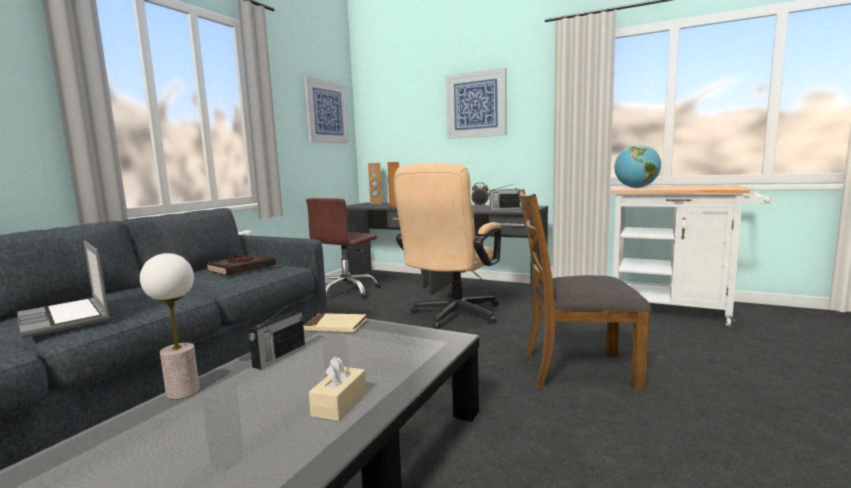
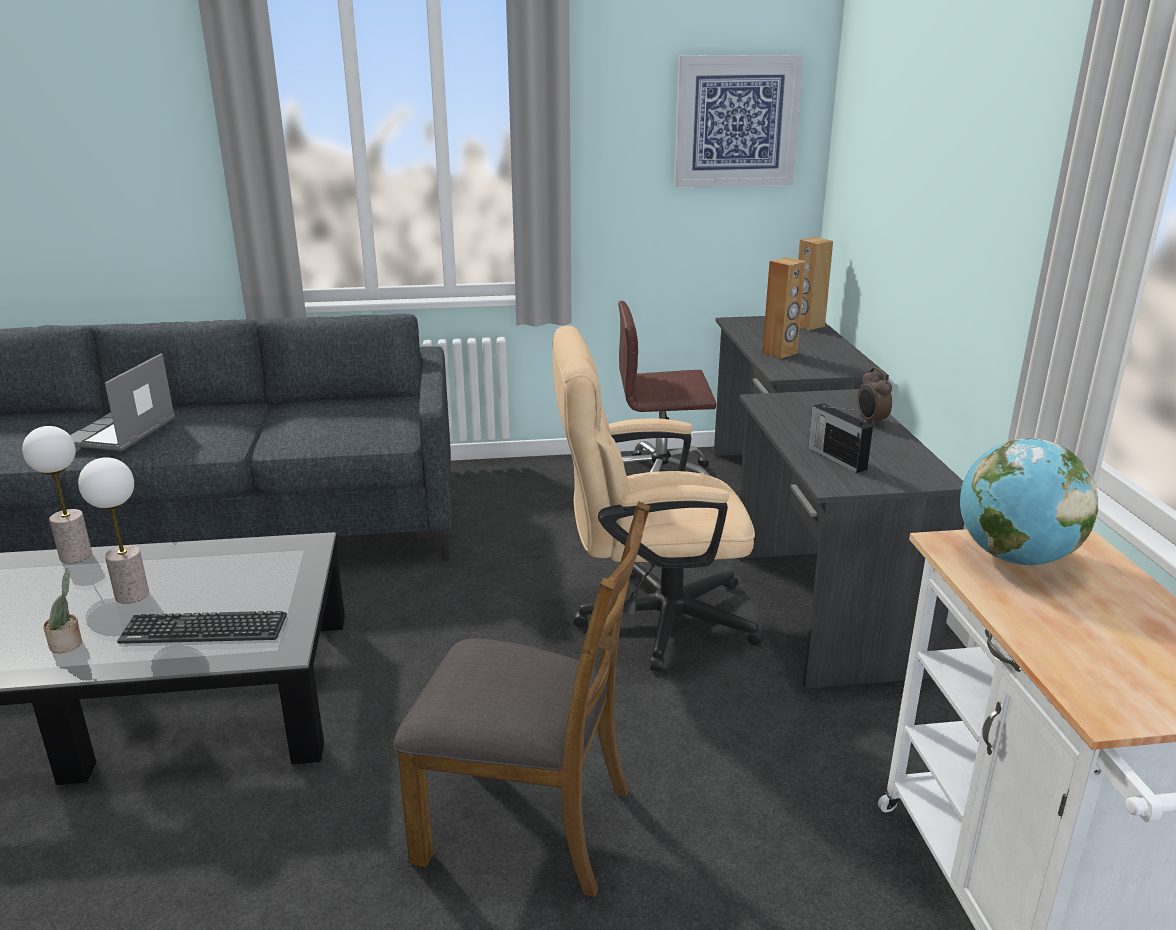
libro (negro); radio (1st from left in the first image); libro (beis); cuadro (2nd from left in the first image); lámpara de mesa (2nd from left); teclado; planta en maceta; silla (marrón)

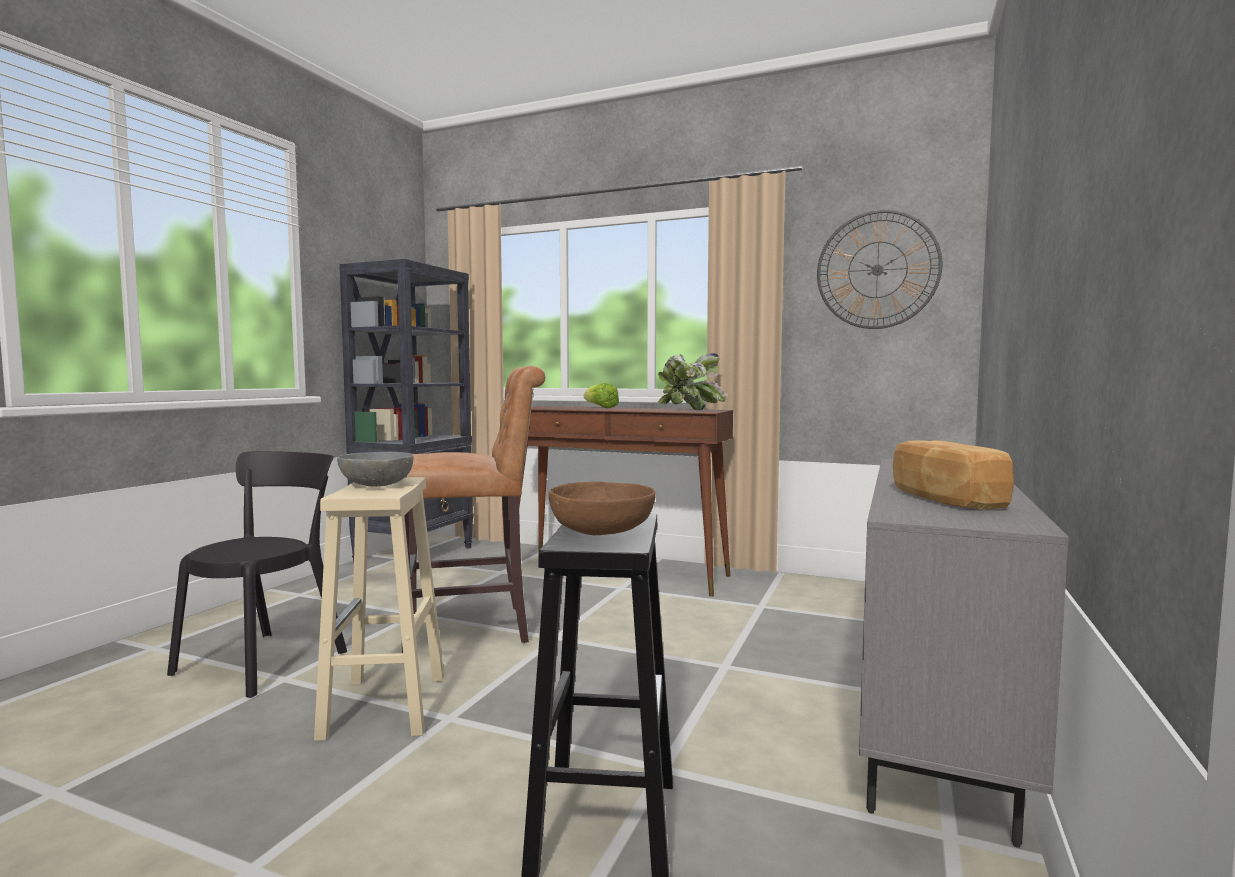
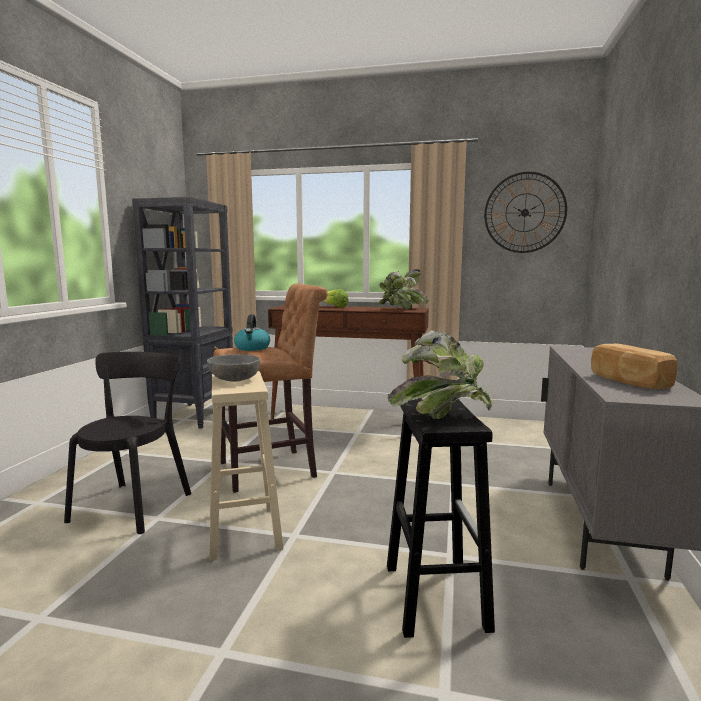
hervidor; planta en maceta (2nd from left)

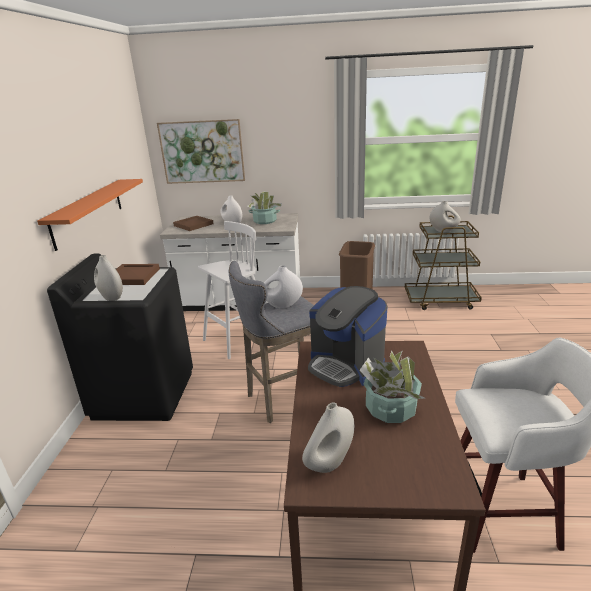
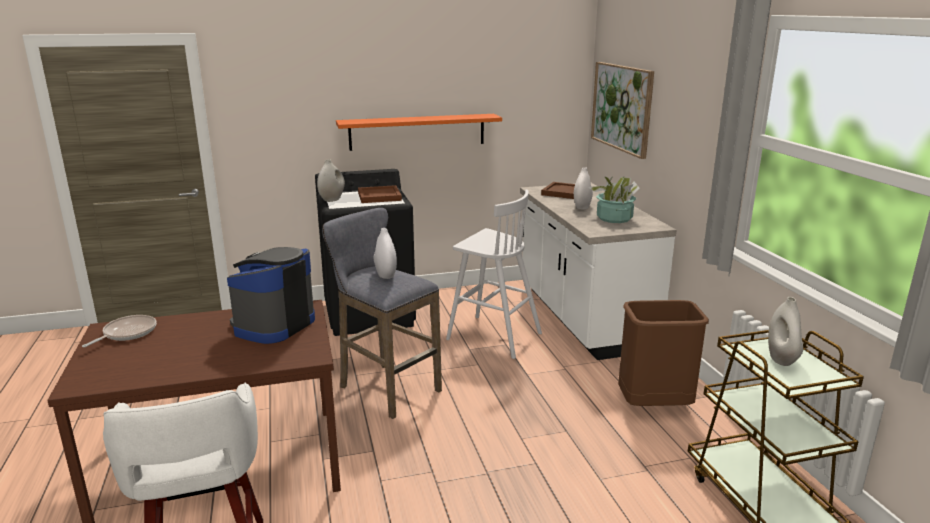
planta en maceta (2nd from left in the first image); sartén

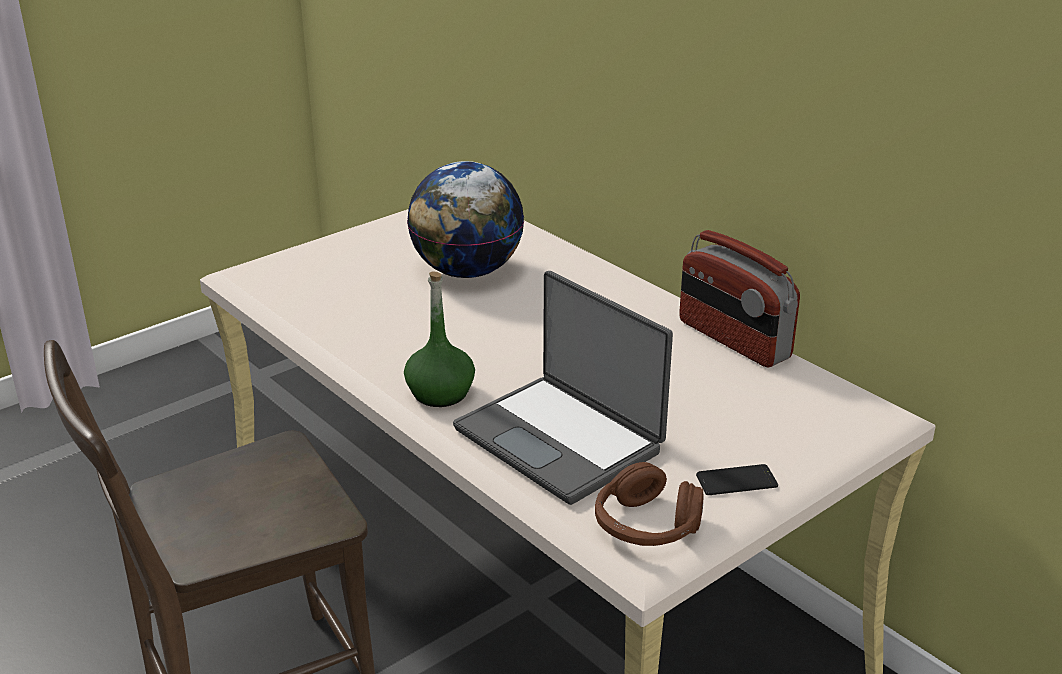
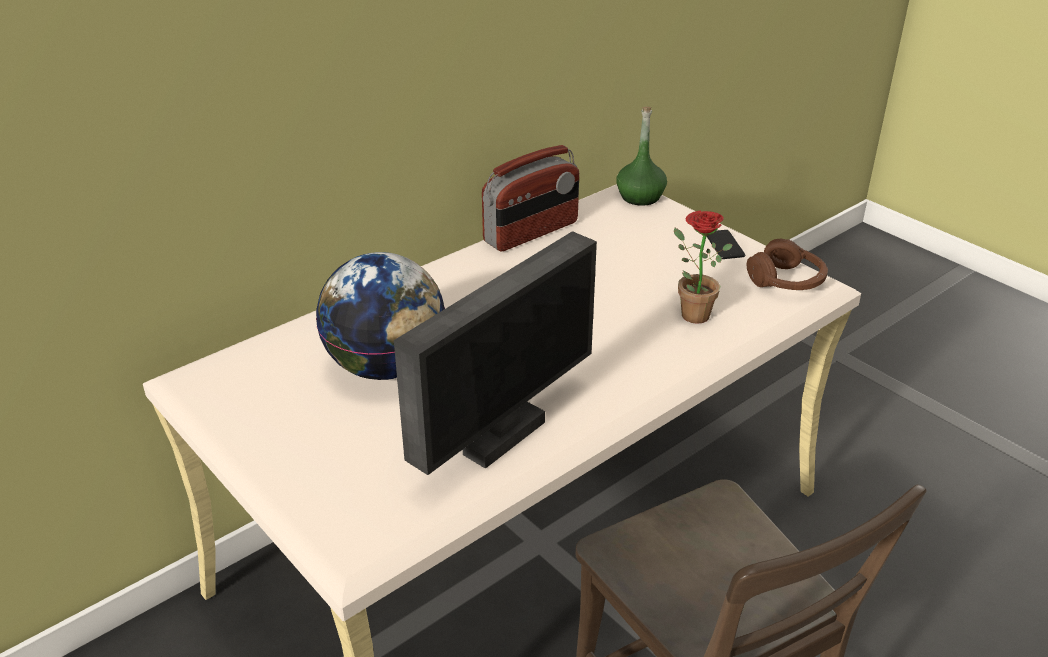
monitor; botella (verde); planta en maceta

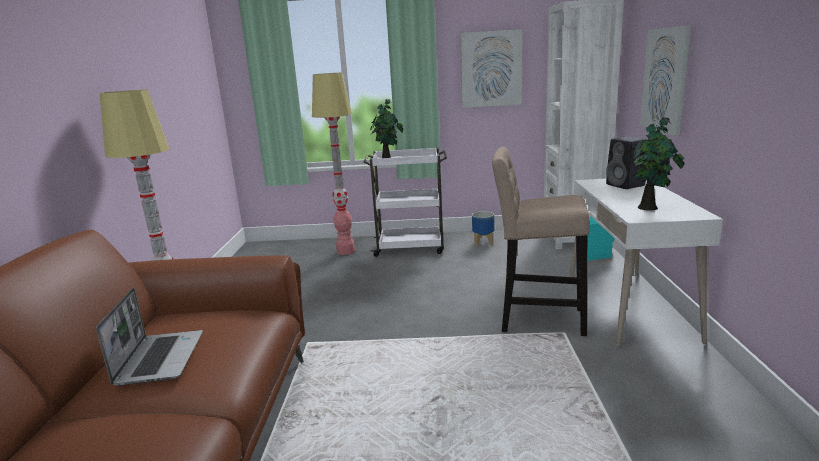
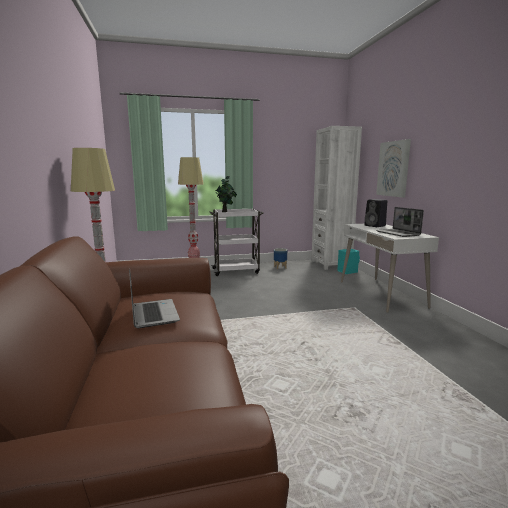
cuadro (1st from left in the first image); taburete (beis); portátil (2nd from left)

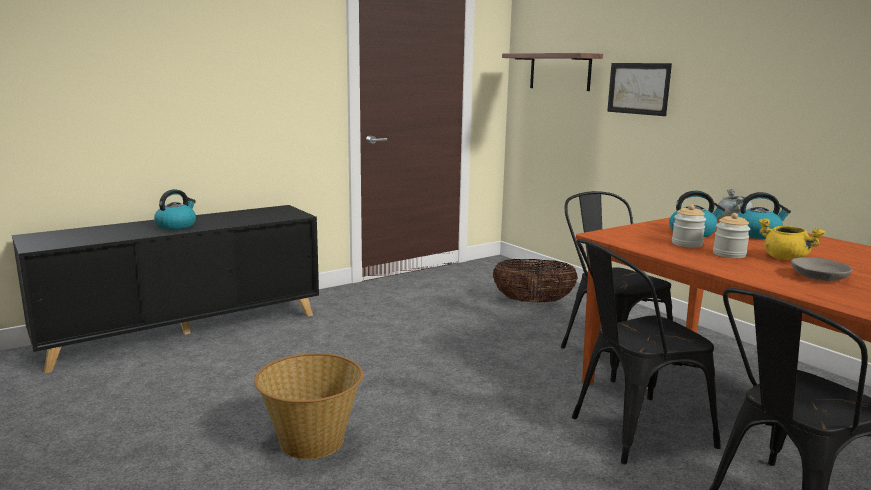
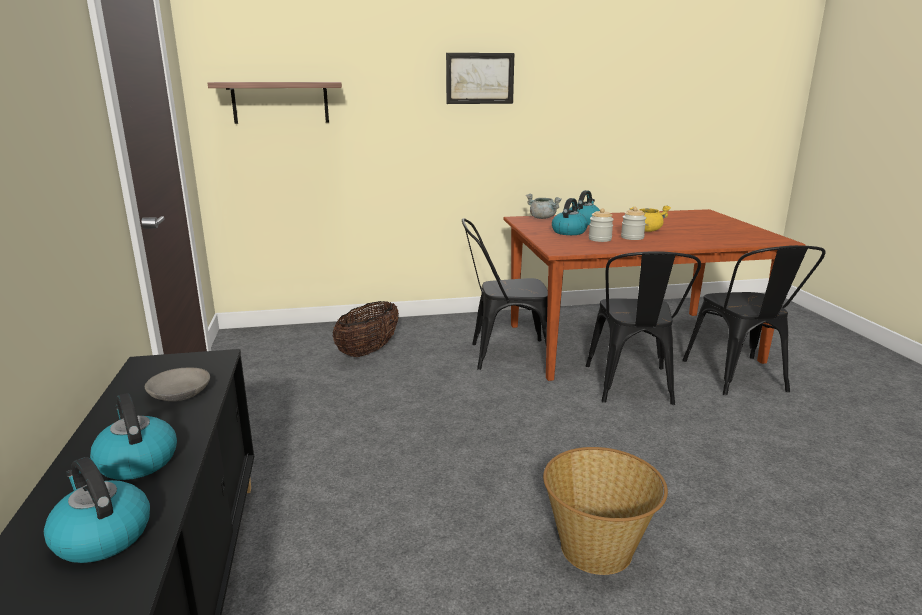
hervidor (1st from left); cuadro; cuenco (gris)

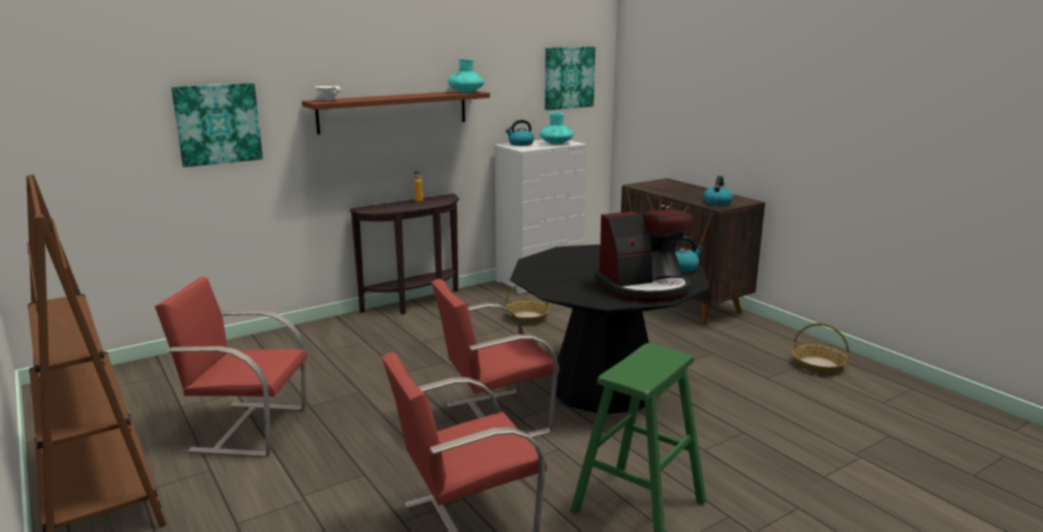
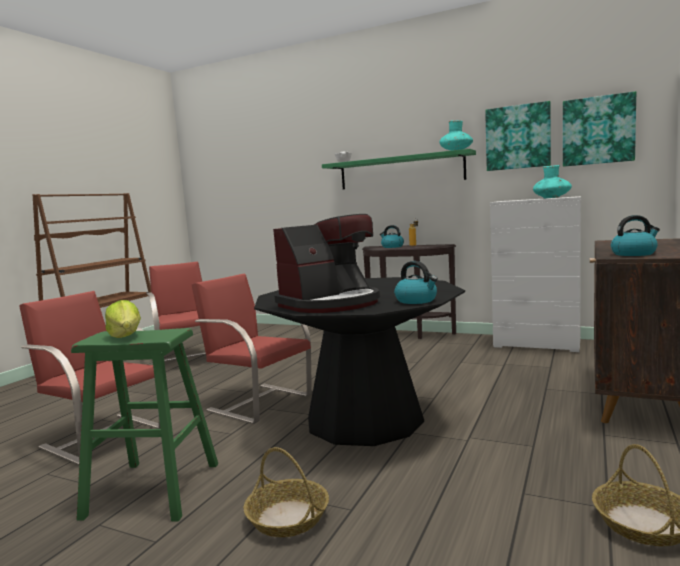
lechuga; cuadro (1st from left); cesta (1st from left); hervidor (1st from left); estante (verde); cafetera

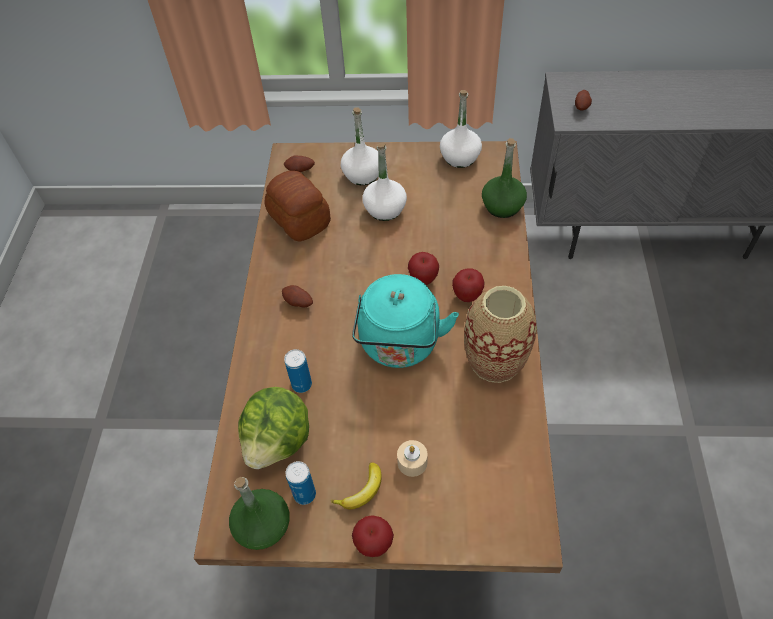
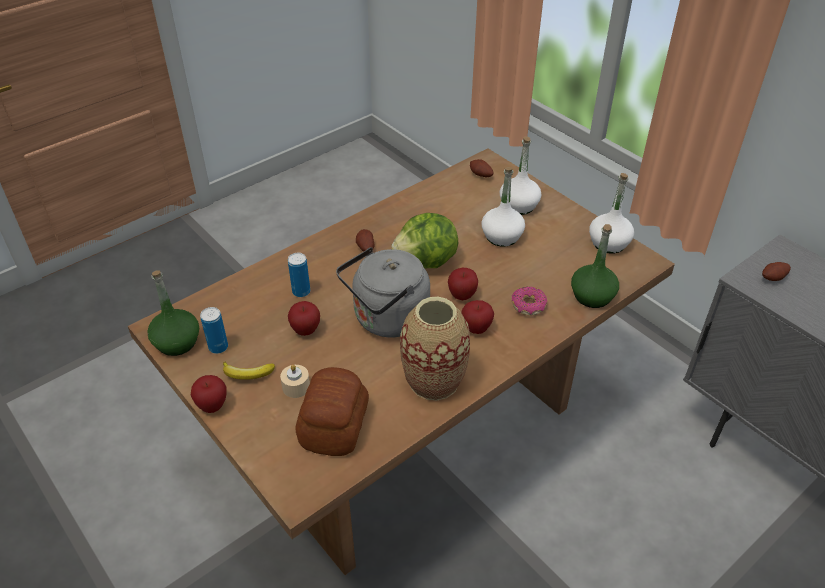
manzana (2nd from left); rosquilla; lechuga; pan; hervidor (gris)

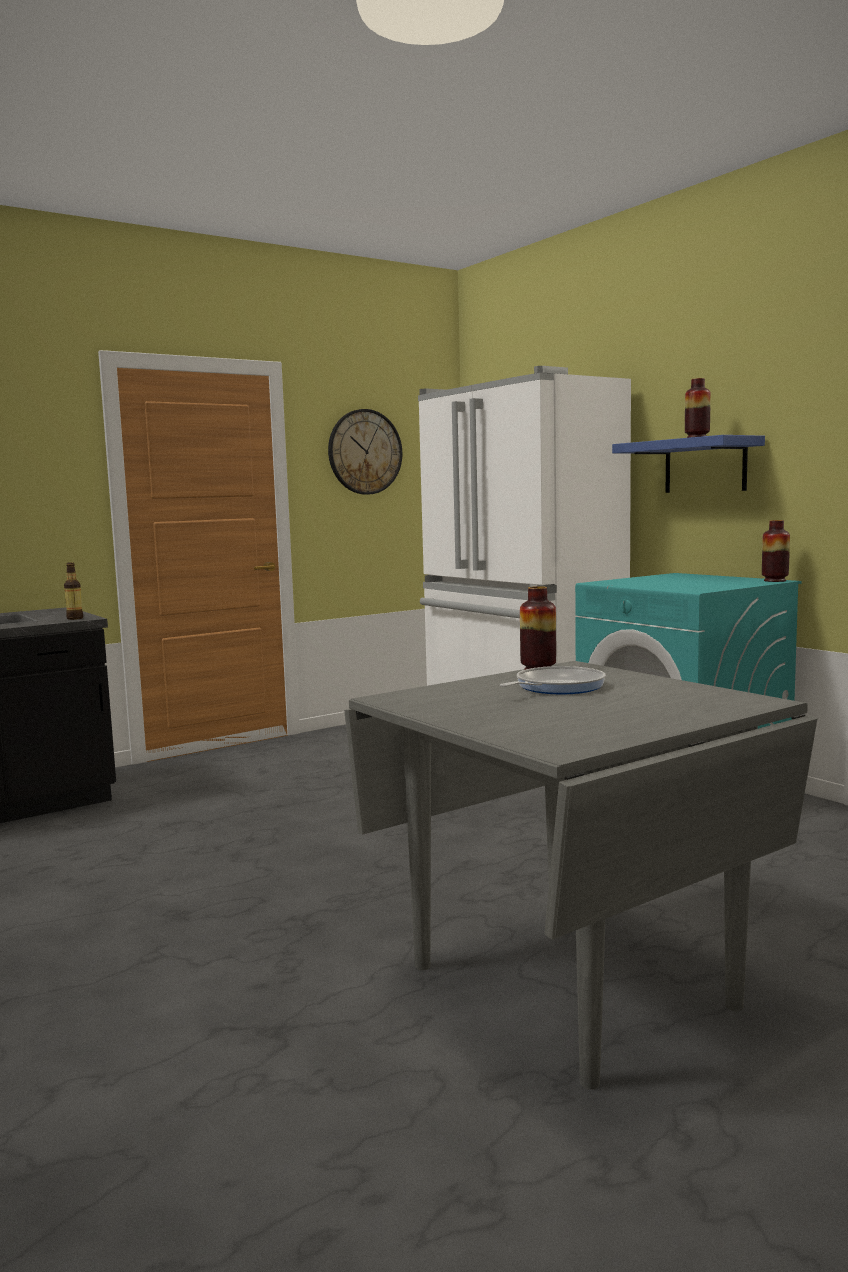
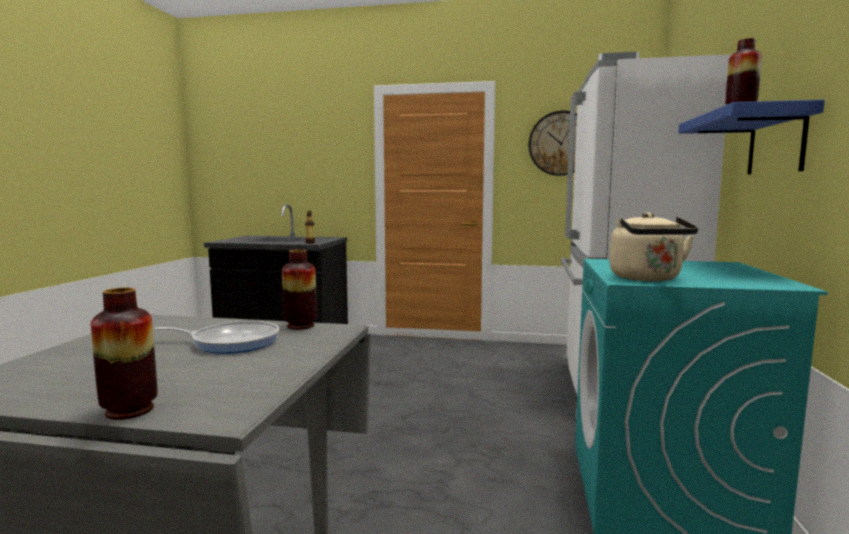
hervidor (beis); florero (1st from left)

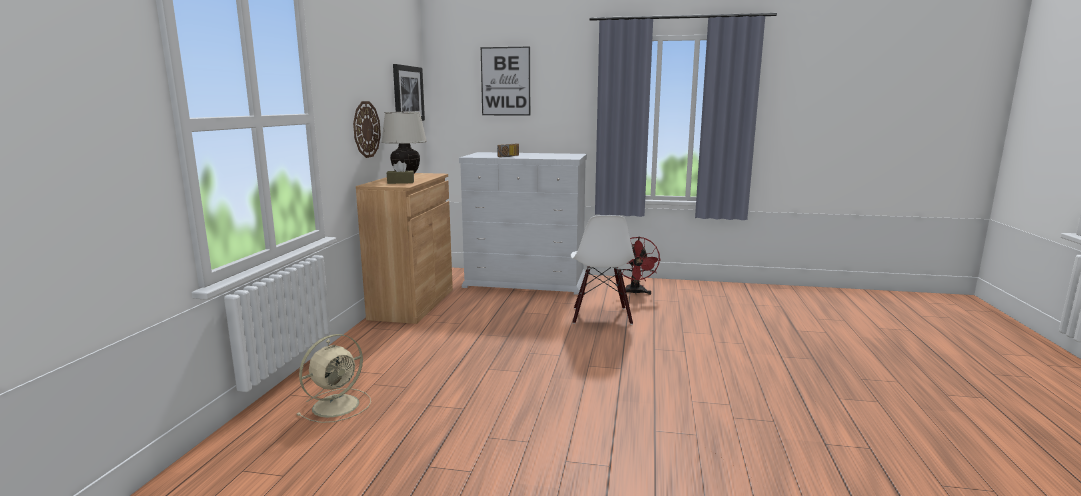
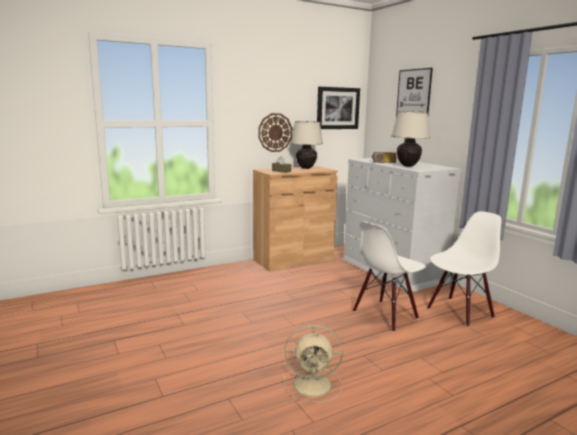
lámpara de mesa (beis) (2nd from left); ventilador (beis); silla (blanco) (2nd from left)

